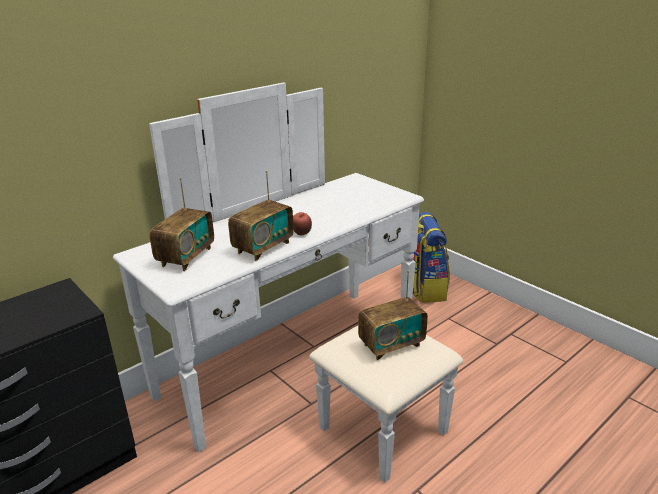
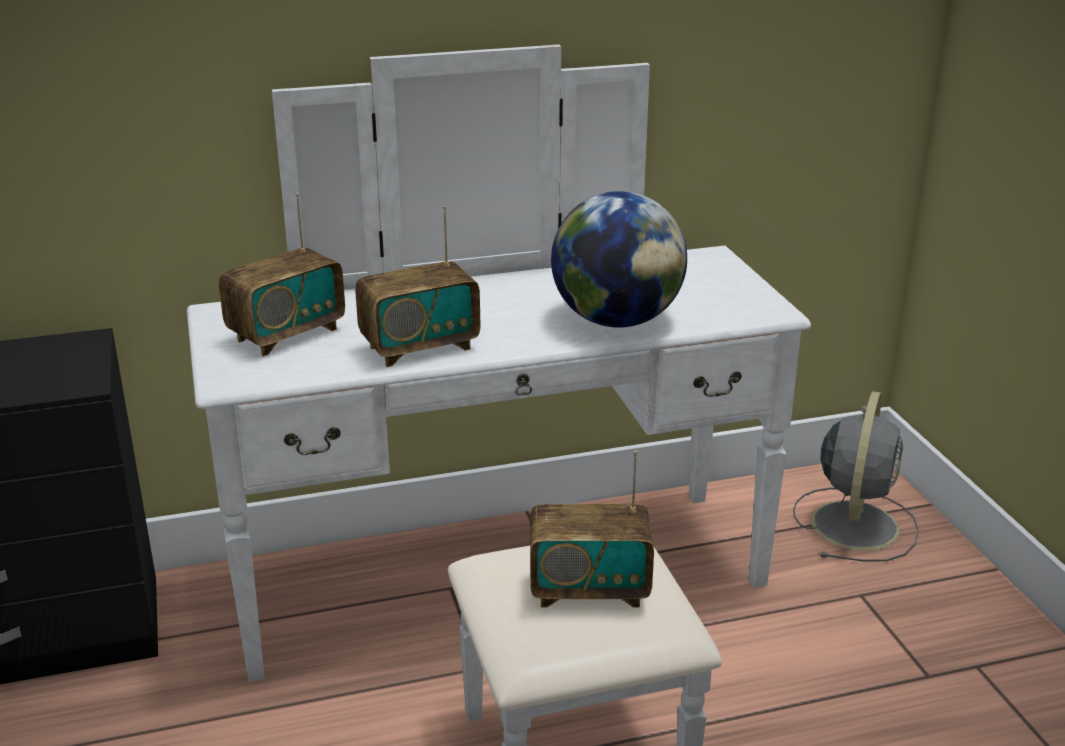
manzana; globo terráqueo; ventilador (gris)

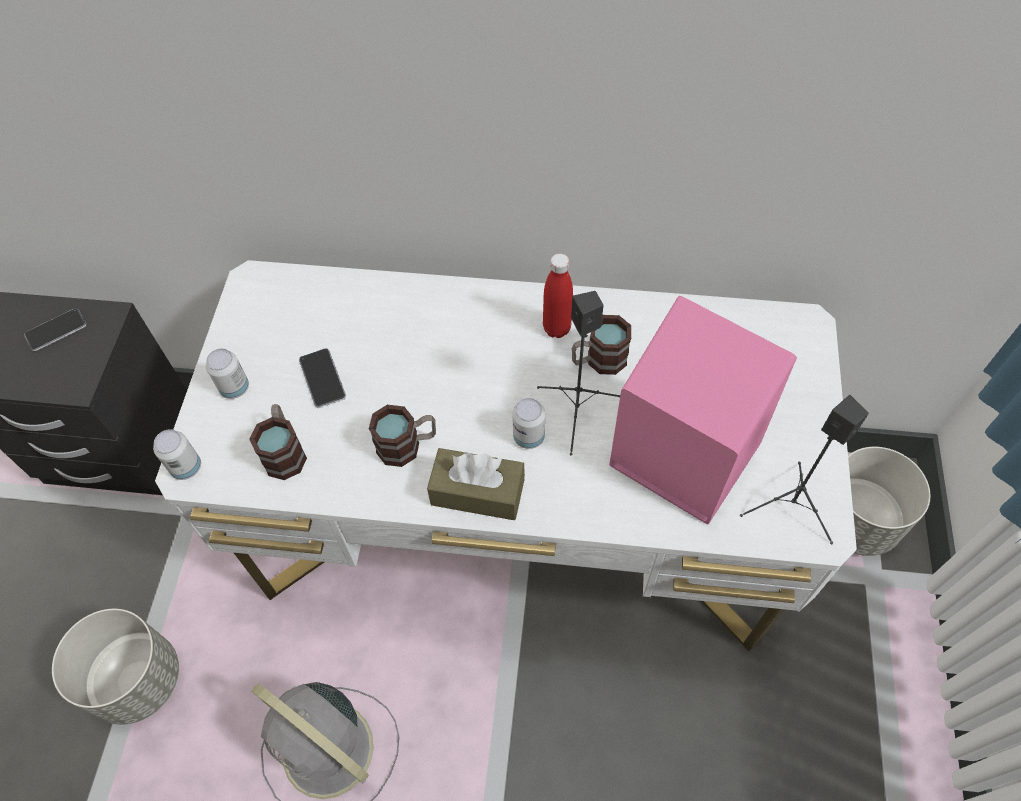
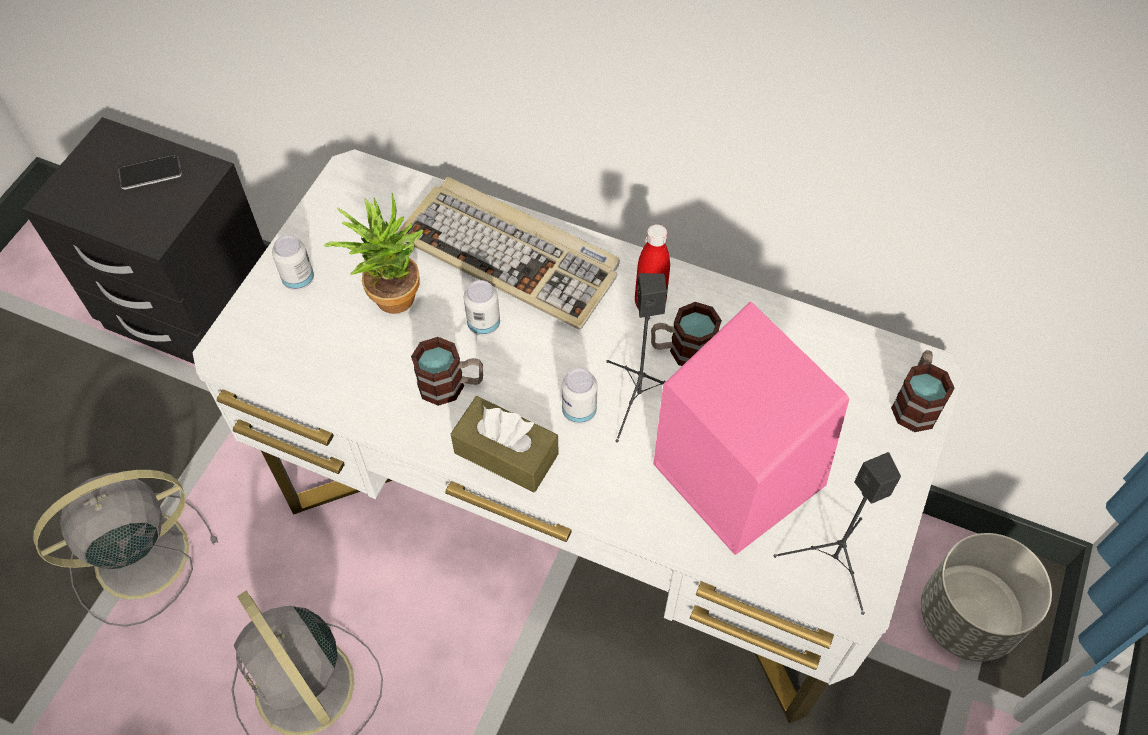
teclado; lata (2nd from left); taza grande (3rd from left); ventilador (gris) (1st from left); planta en maceta

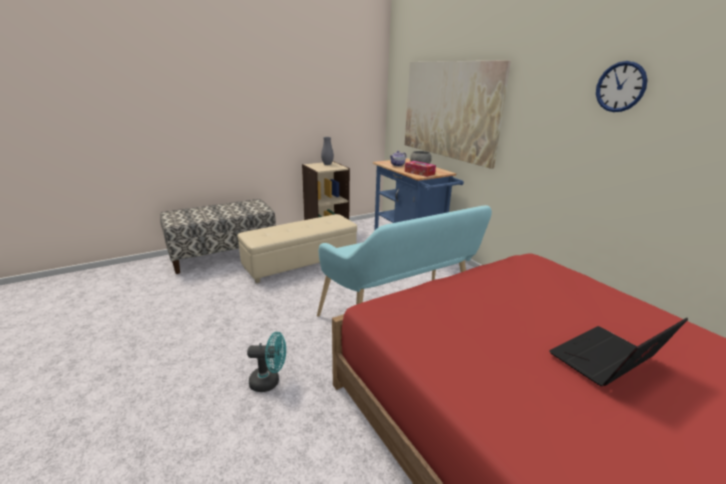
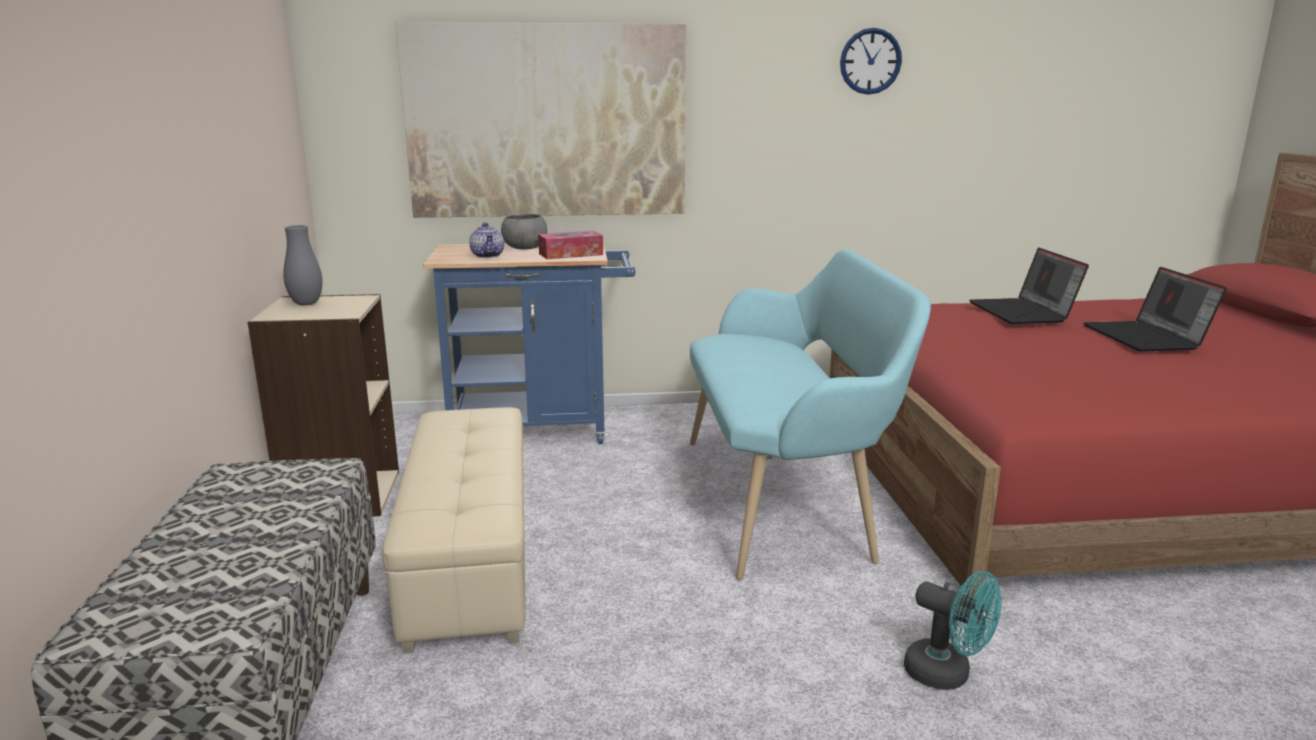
portátil (1st from left); ventilador (turquesa)

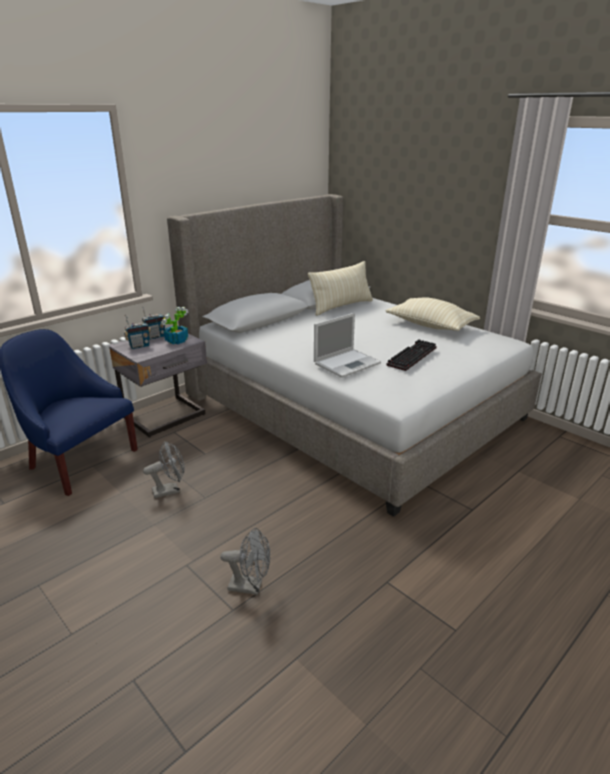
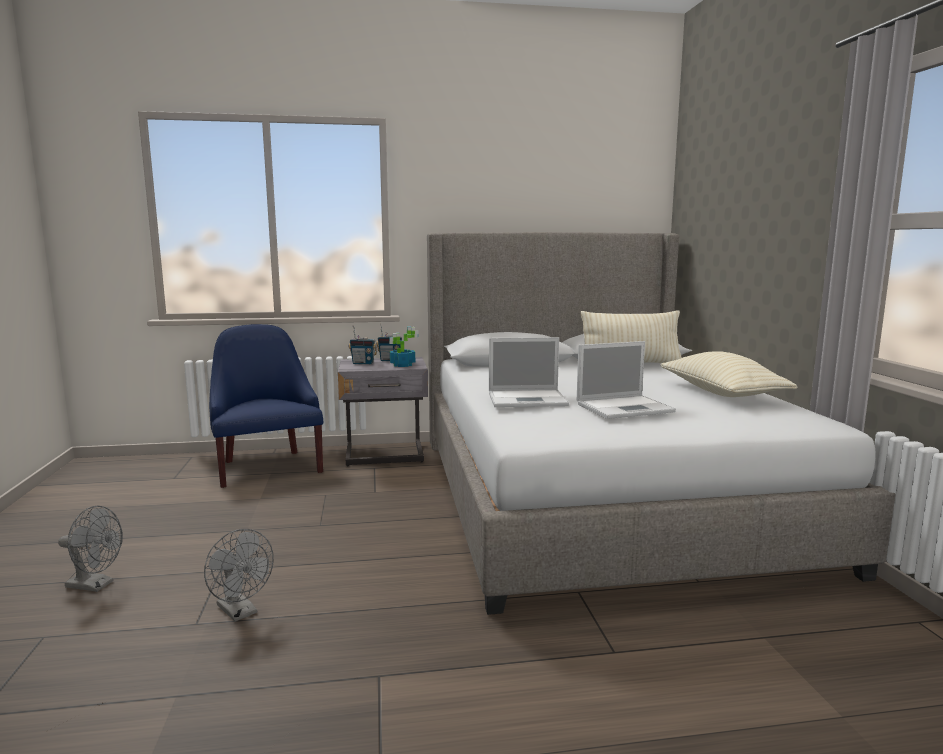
ventilador (gris) (1st from left); portátil (2nd from left)

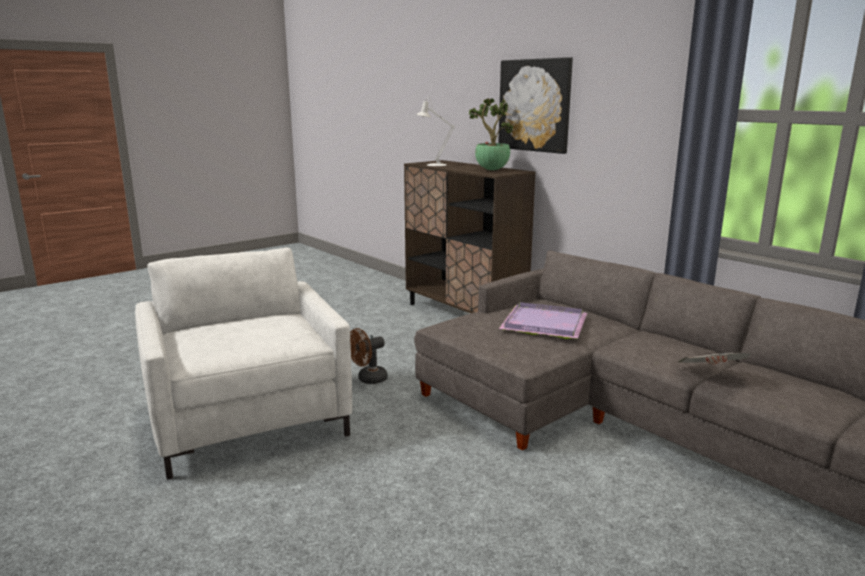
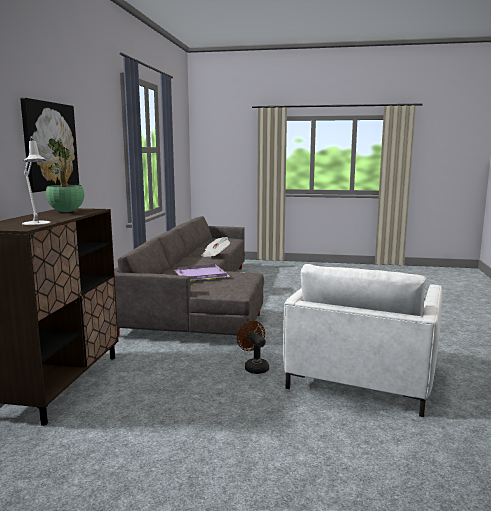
ventilador (marrón)

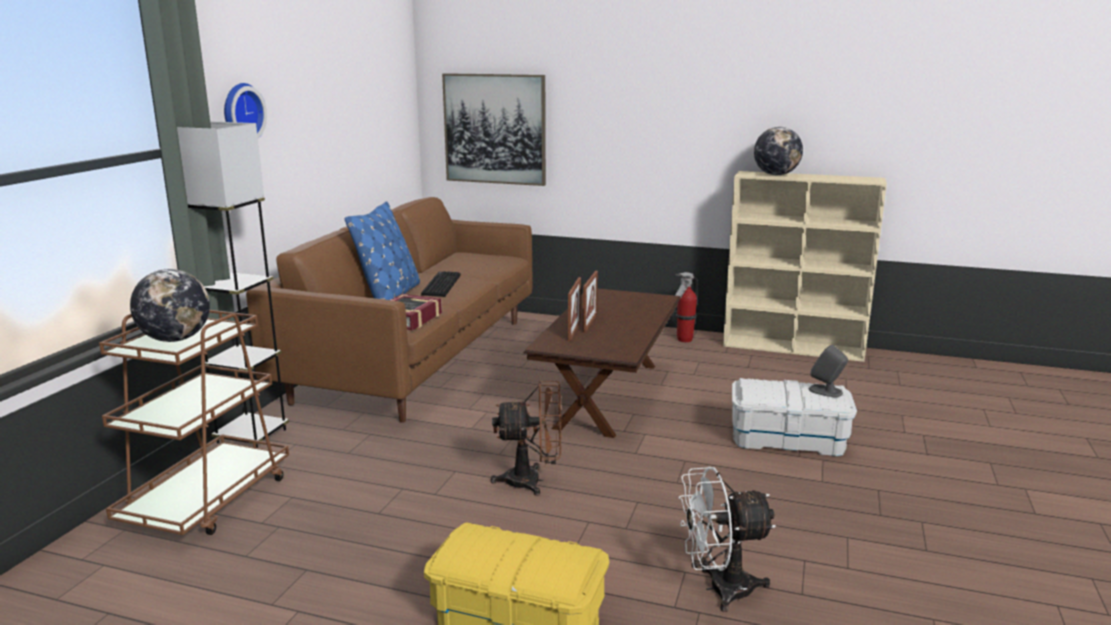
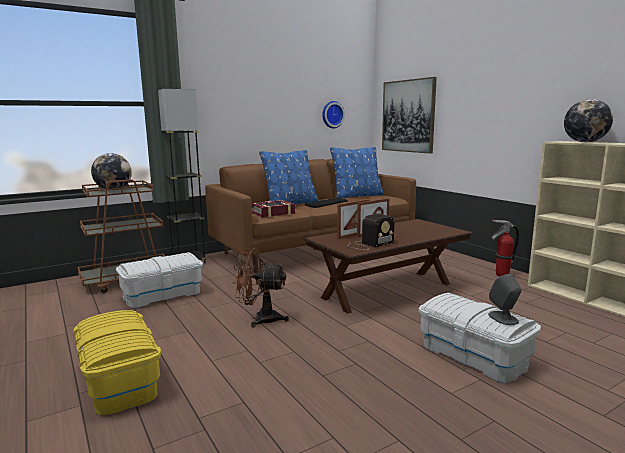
ventilador (blanco); caja de almacenaje (blanco) (1st from left); cojín (azul) (2nd from left); radio; reloj de pared; ventilador (marrón)

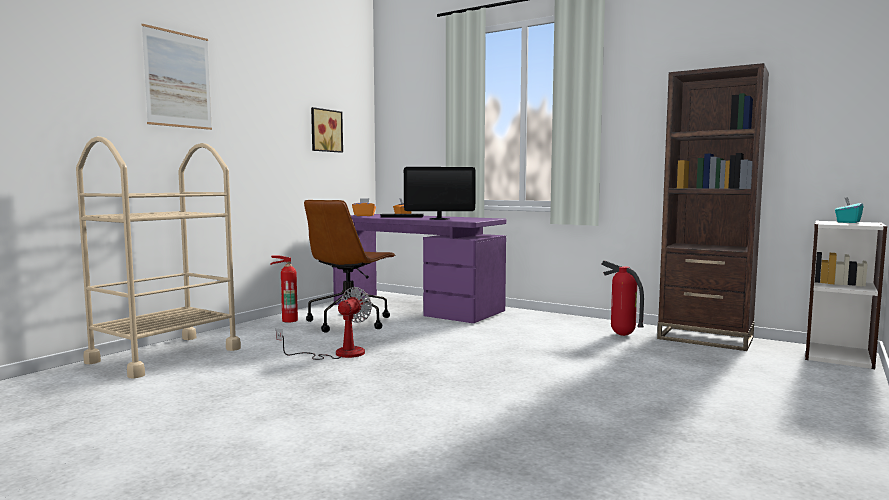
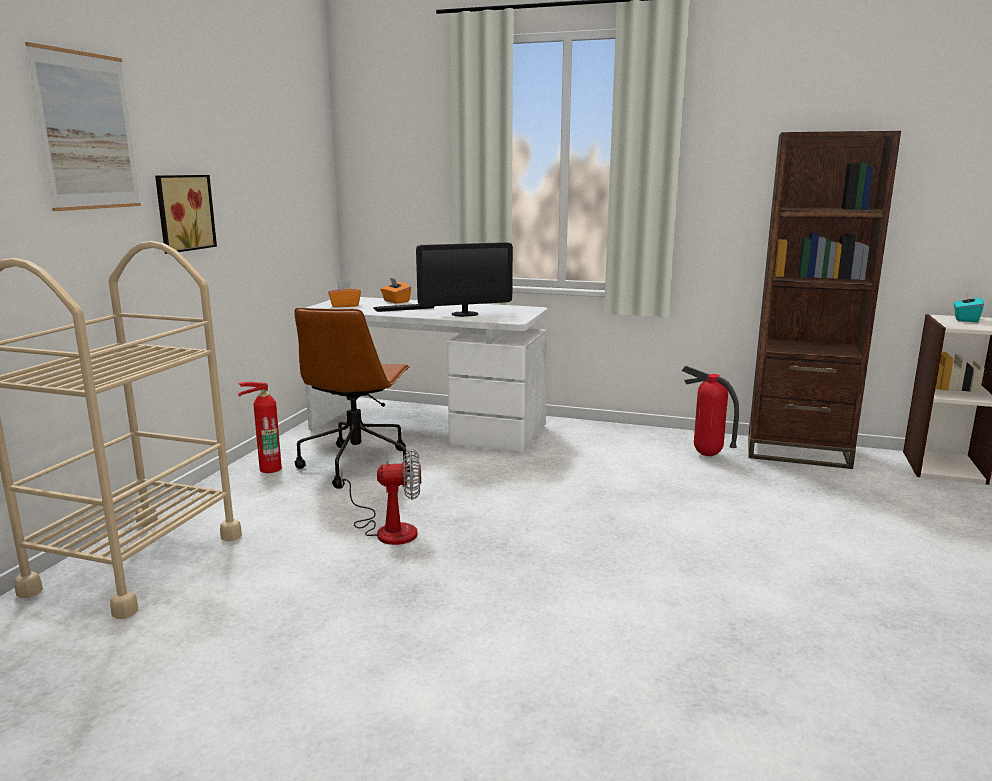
cuadro (2nd from left); escritorio (blanco); ventilador

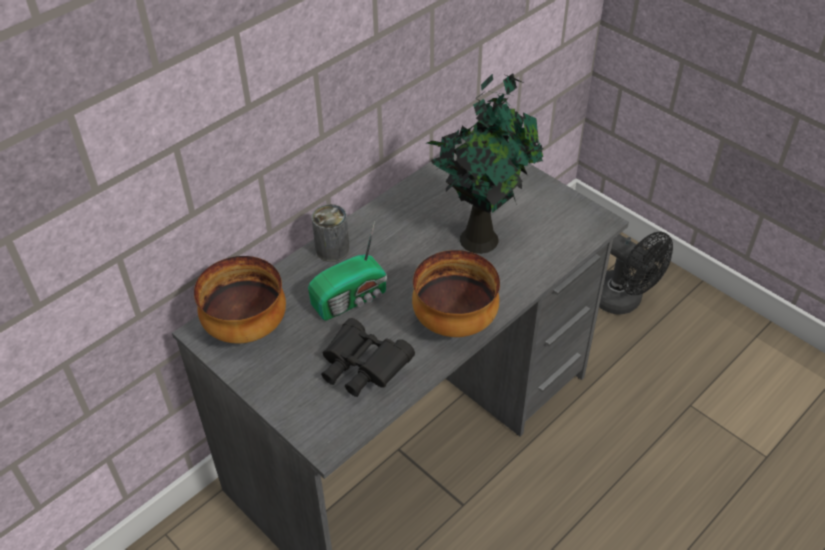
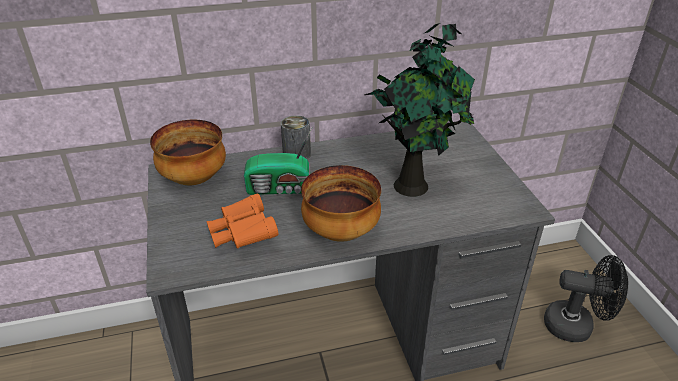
prismáticos (naranja); ventilador (negro)

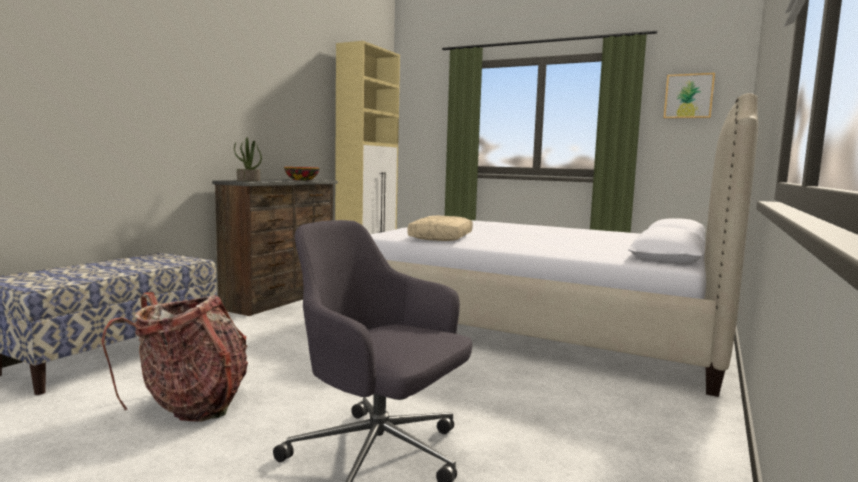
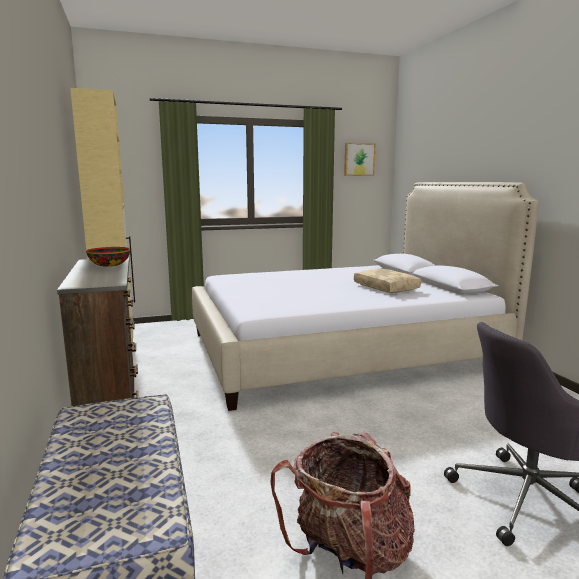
planta en maceta; cojín (beis)

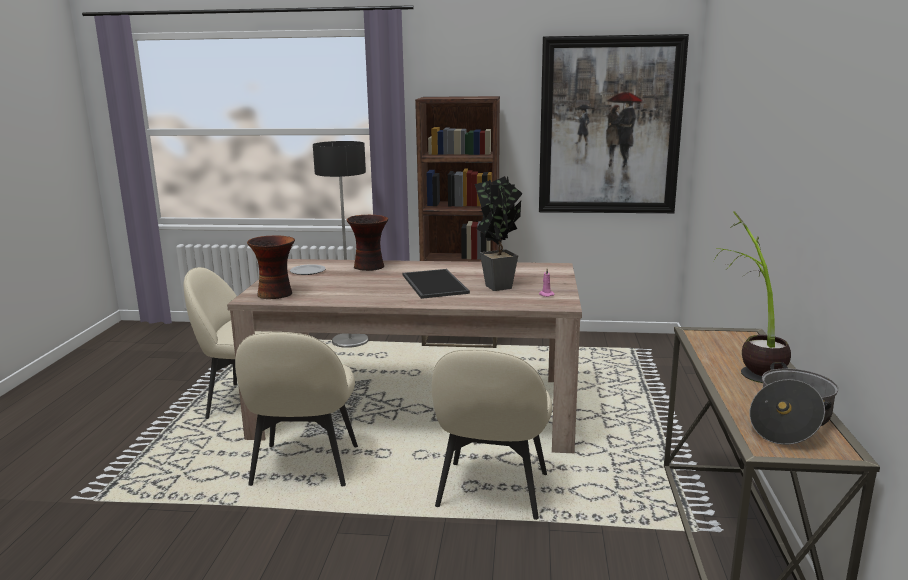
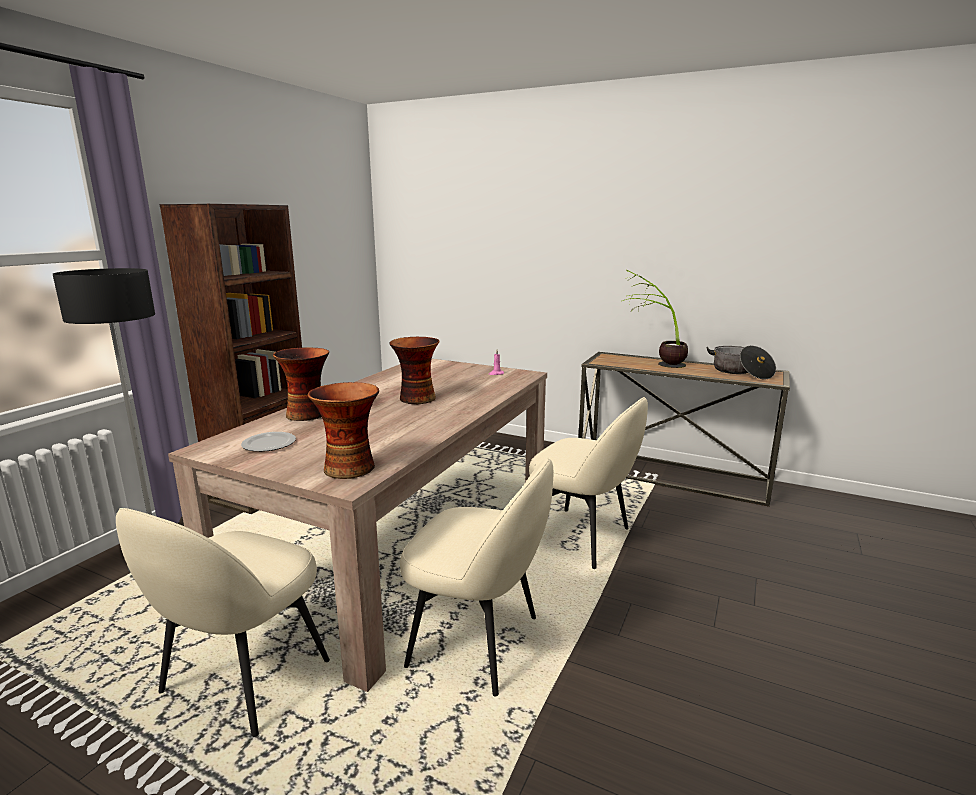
planta en maceta (1st from left in the first image); cuadro; florero (3rd from left)

